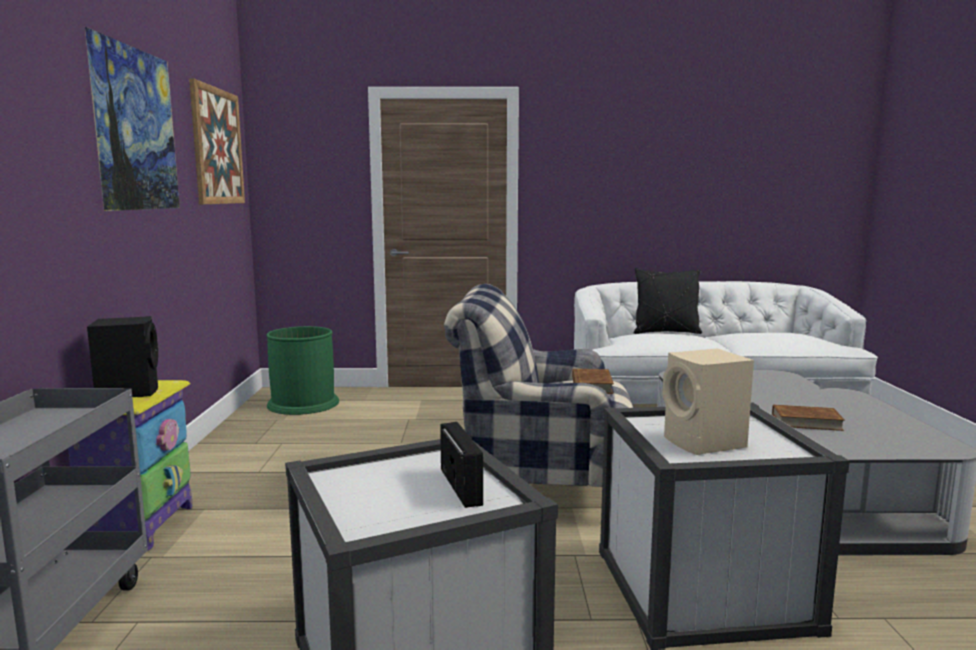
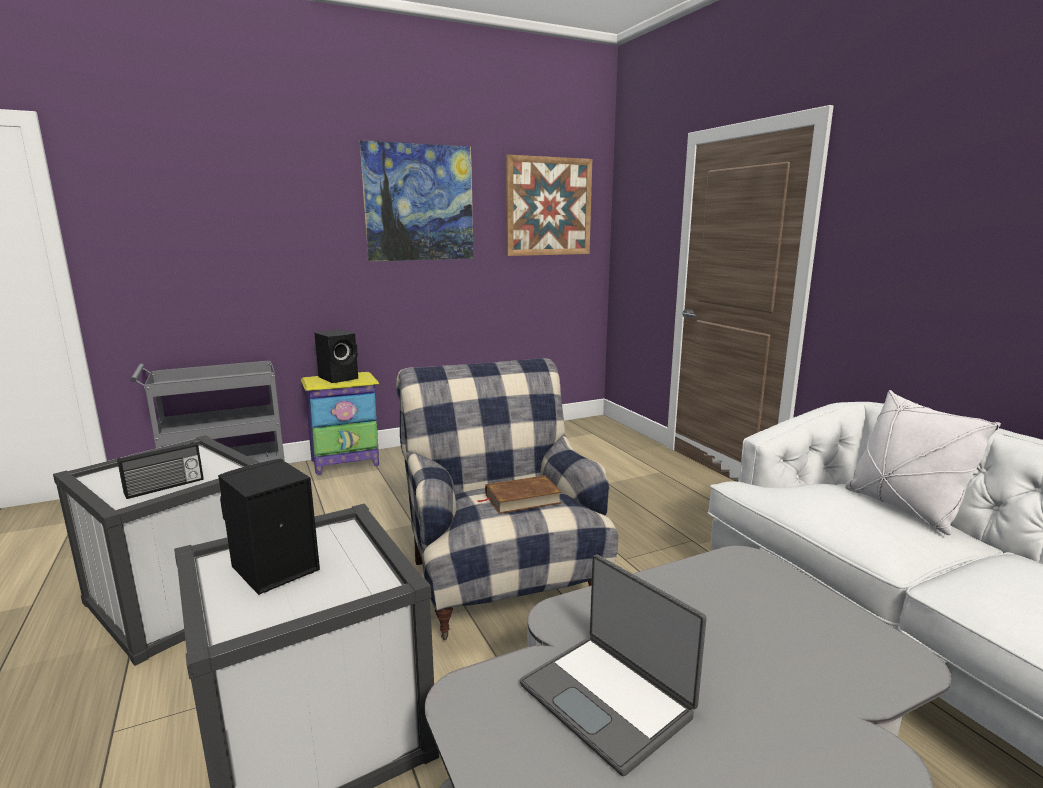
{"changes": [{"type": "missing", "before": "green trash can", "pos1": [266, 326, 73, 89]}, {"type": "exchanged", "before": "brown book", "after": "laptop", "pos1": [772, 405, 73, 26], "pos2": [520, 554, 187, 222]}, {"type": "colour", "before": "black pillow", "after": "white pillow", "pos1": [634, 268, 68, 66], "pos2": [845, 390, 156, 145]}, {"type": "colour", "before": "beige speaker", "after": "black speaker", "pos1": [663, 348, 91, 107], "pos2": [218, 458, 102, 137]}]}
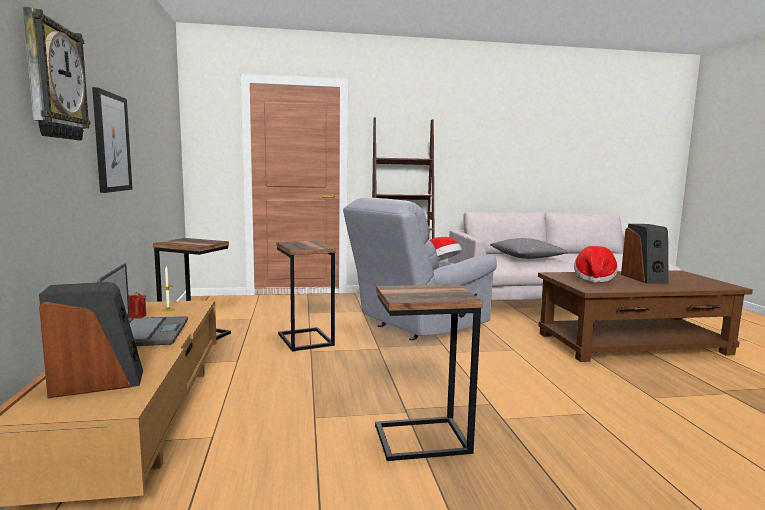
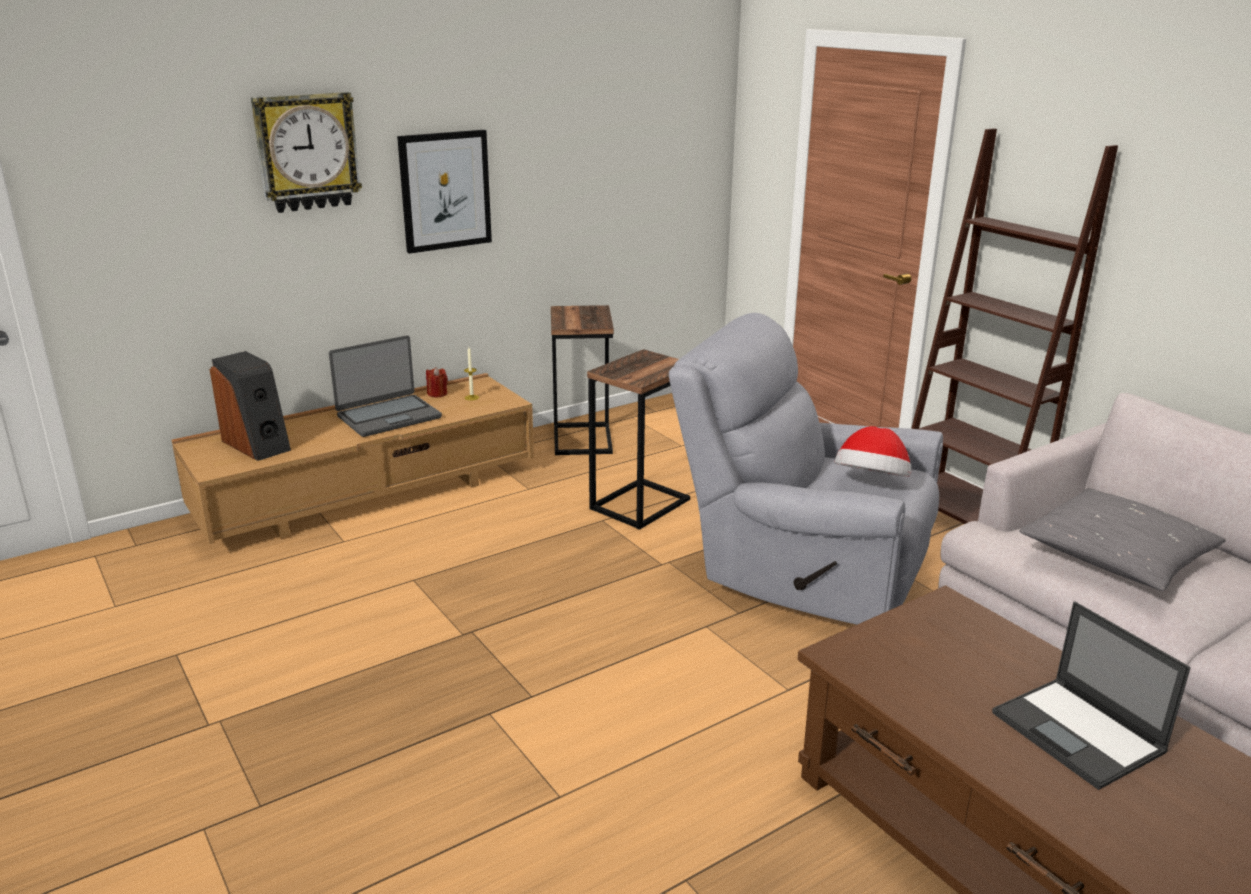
{"changes": [{"type": "missing", "before": "side table", "pos1": [375, 284, 108, 177]}, {"type": "missing", "before": "hat", "pos1": [574, 246, 44, 37]}, {"type": "exchanged", "before": "speaker", "after": "laptop", "pos1": [621, 224, 48, 60], "pos2": [992, 601, 199, 189]}]}
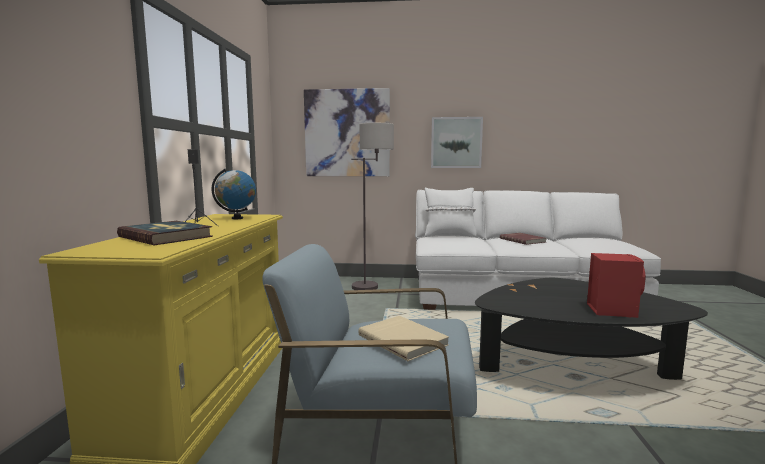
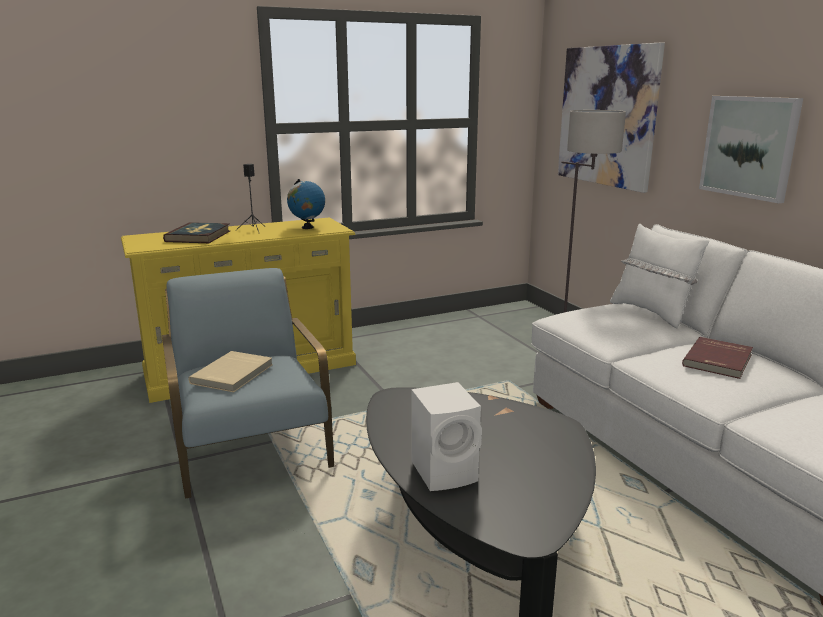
{"changes": [{"type": "colour", "before": "red speaker", "after": "white speaker", "pos1": [587, 253, 59, 65], "pos2": [411, 382, 71, 109]}]}
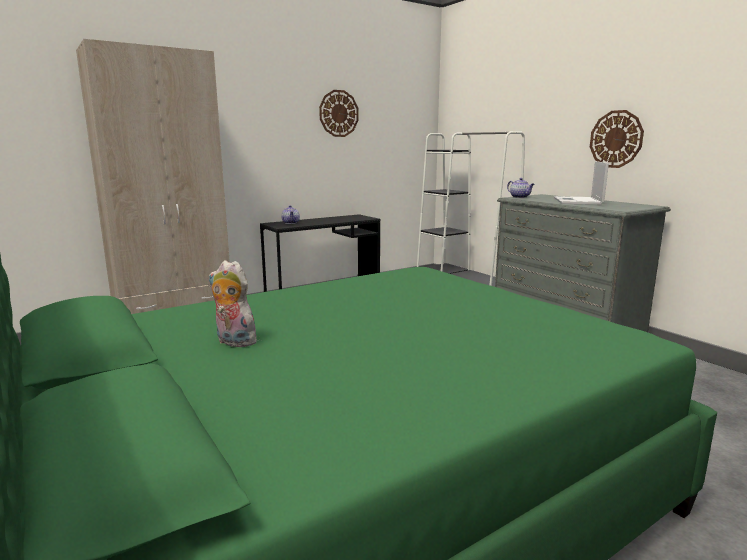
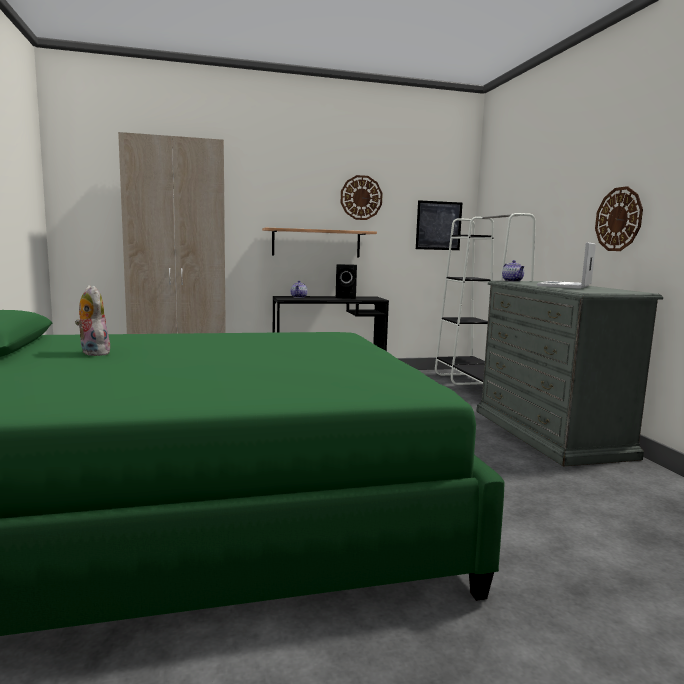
{"changes": [{"type": "appeared", "after": "shelf", "pos2": [262, 228, 115, 29]}, {"type": "appeared", "after": "black speaker", "pos2": [336, 264, 21, 35]}, {"type": "appeared", "after": "picture", "pos2": [416, 200, 46, 50]}]}
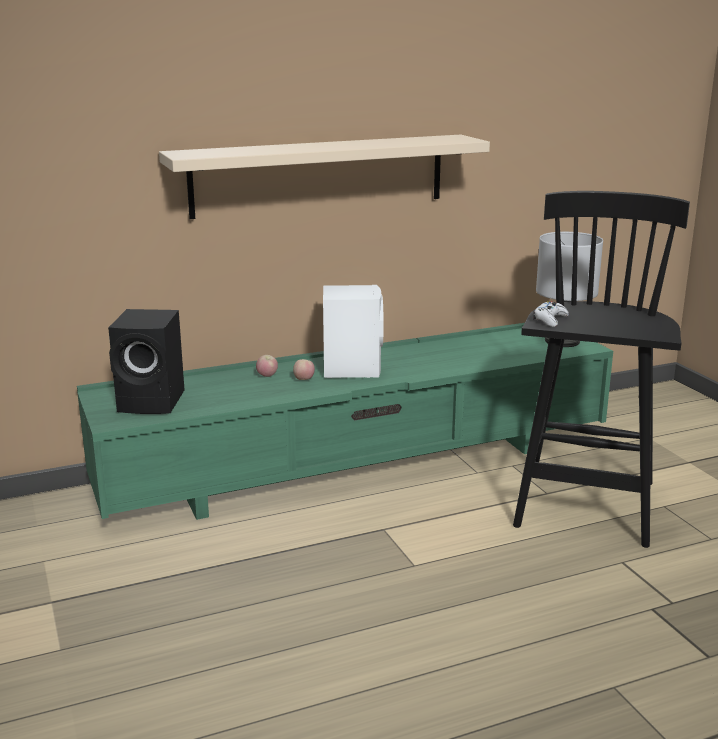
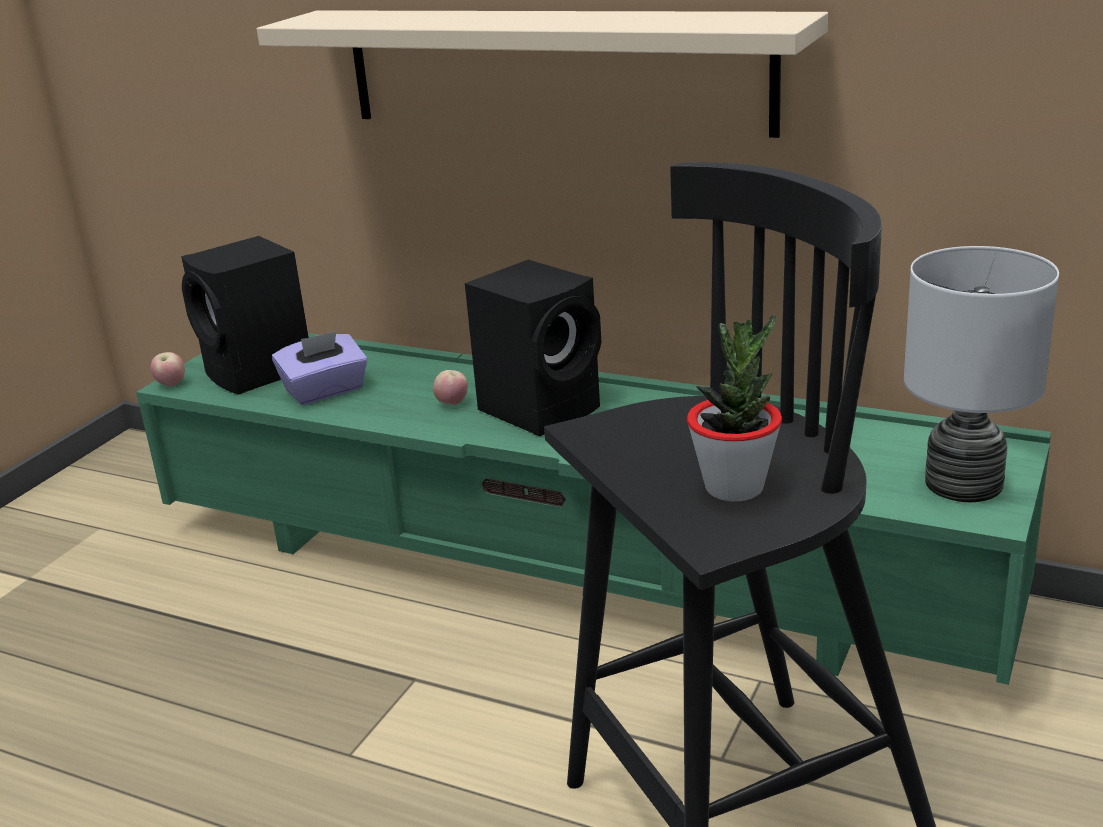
{"changes": [{"type": "missing", "before": "white game controller", "pos1": [533, 301, 36, 26]}, {"type": "appeared", "after": "purple tissue box", "pos2": [272, 331, 96, 74]}, {"type": "appeared", "after": "potted plant", "pos2": [687, 314, 95, 187]}, {"type": "relocated", "before": "apple", "pos1": [256, 355, 22, 22], "pos2": [151, 352, 34, 34]}, {"type": "colour", "before": "white speaker", "after": "black speaker", "pos1": [323, 285, 61, 93], "pos2": [465, 260, 136, 176]}]}
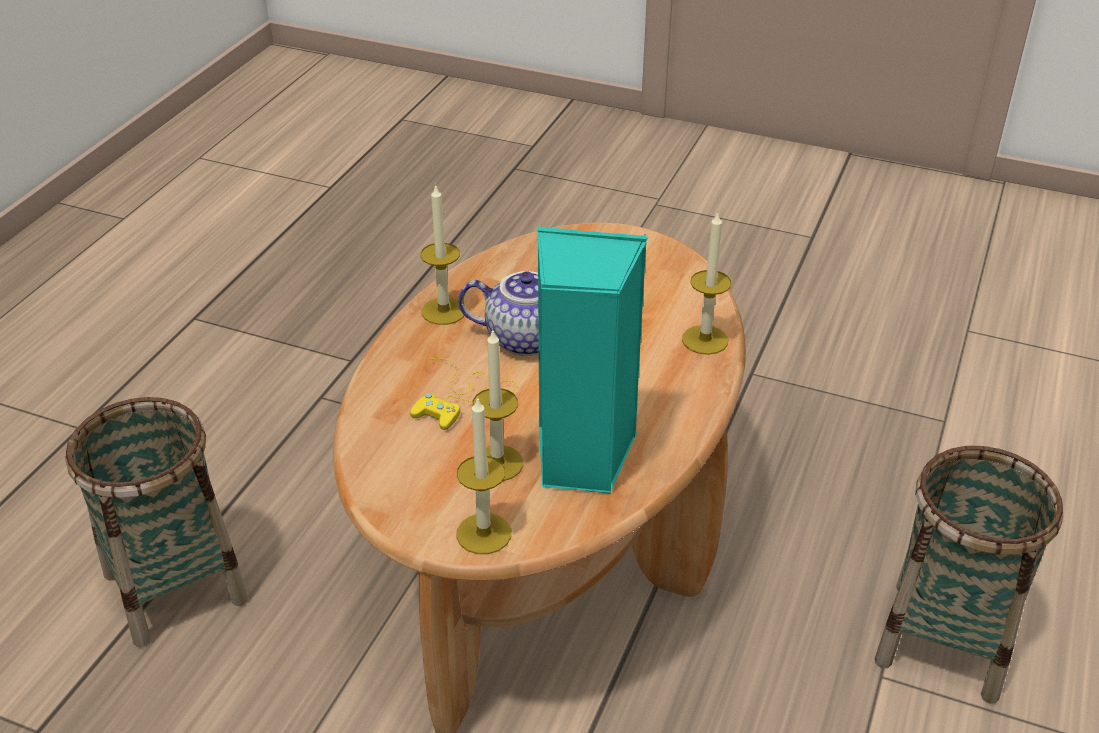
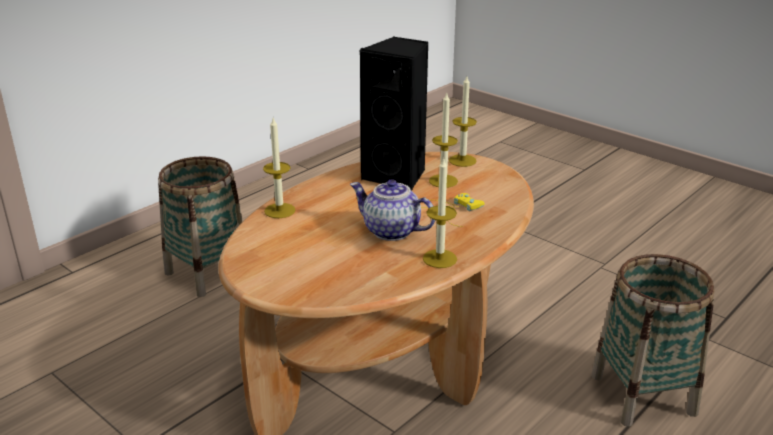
{"changes": [{"type": "colour", "before": "turquoise speaker", "after": "black speaker", "pos1": [537, 226, 112, 268], "pos2": [360, 36, 69, 155]}]}
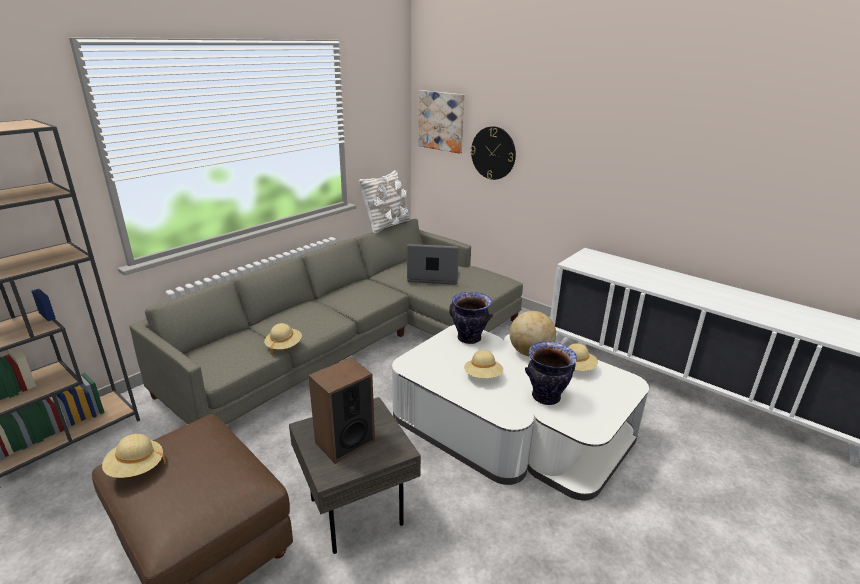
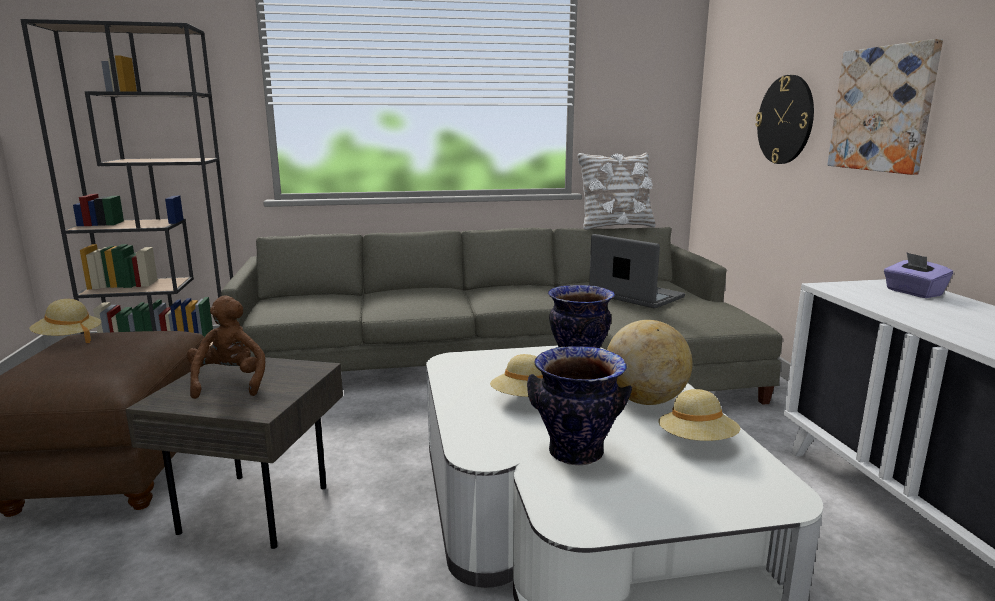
{"changes": [{"type": "missing", "before": "beige hat", "pos1": [264, 323, 38, 32]}, {"type": "appeared", "after": "purple tissue box", "pos2": [884, 253, 69, 45]}, {"type": "relocated", "before": "picture", "pos1": [418, 90, 47, 64], "pos2": [827, 39, 116, 136]}, {"type": "exchanged", "before": "speaker", "after": "brown plush toy", "pos1": [308, 357, 67, 106], "pos2": [187, 296, 78, 103]}]}
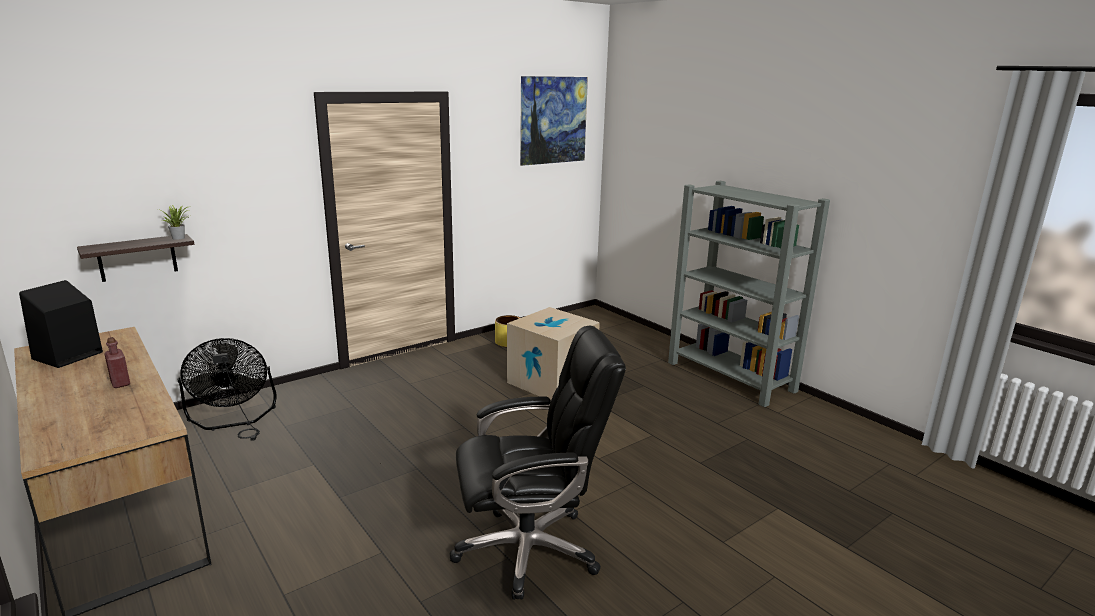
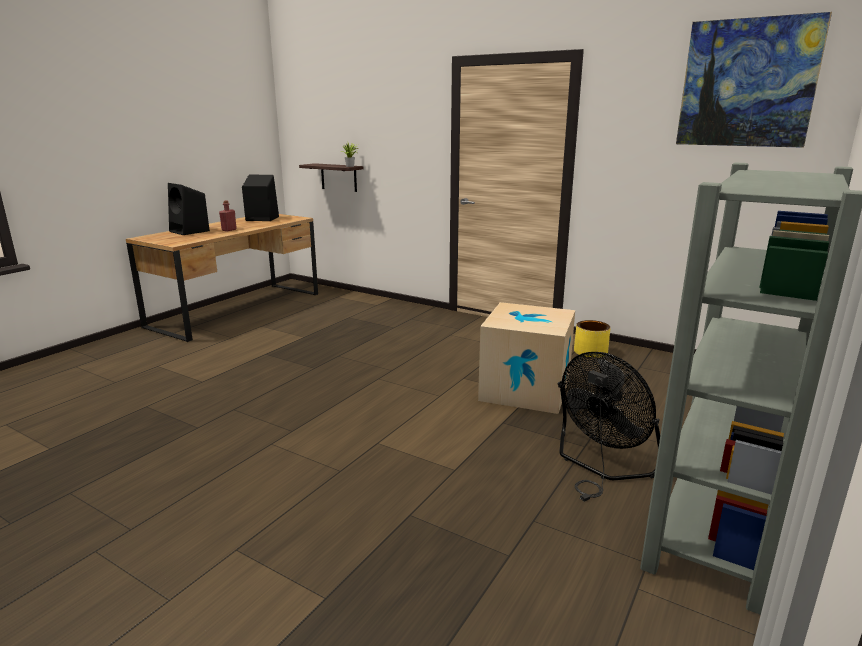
{"changes": [{"type": "missing", "before": "black office chair", "pos1": [449, 326, 177, 274]}, {"type": "appeared", "after": "black speaker", "pos2": [168, 183, 42, 52]}, {"type": "relocated", "before": "black fan", "pos1": [178, 338, 99, 103], "pos2": [558, 352, 102, 149]}]}
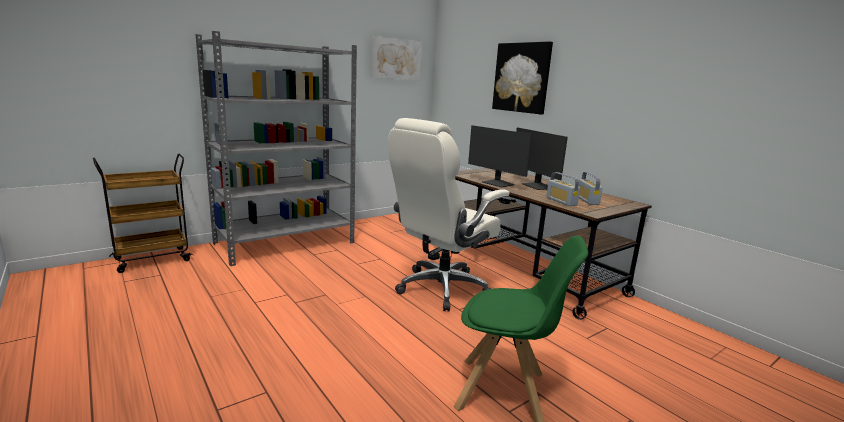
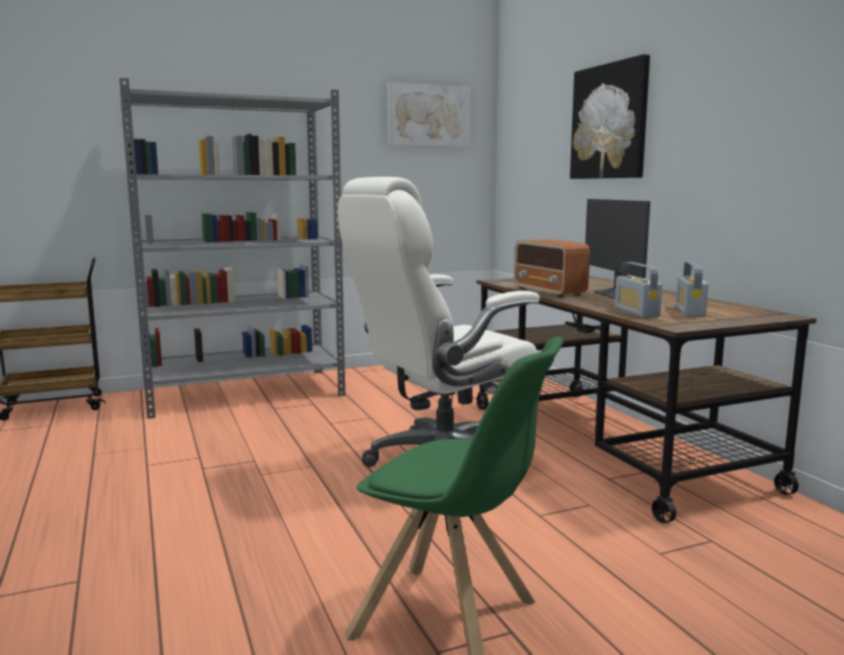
{"changes": [{"type": "exchanged", "before": "monitor", "after": "radio", "pos1": [468, 125, 64, 62], "pos2": [514, 239, 76, 58]}]}
